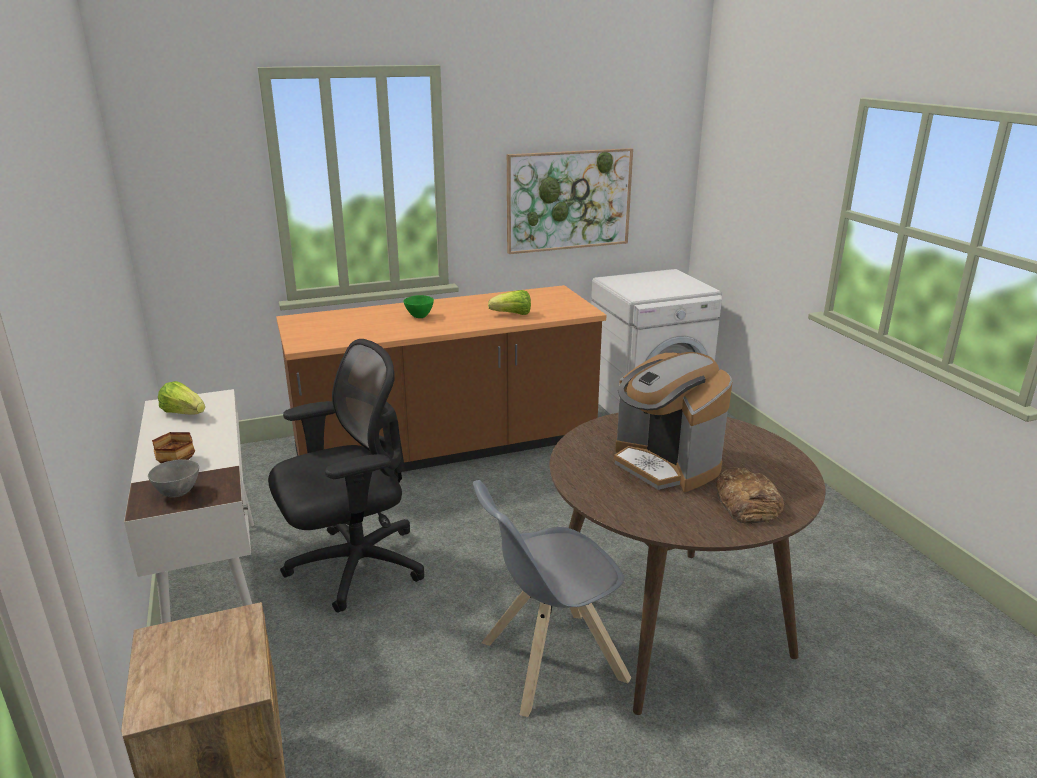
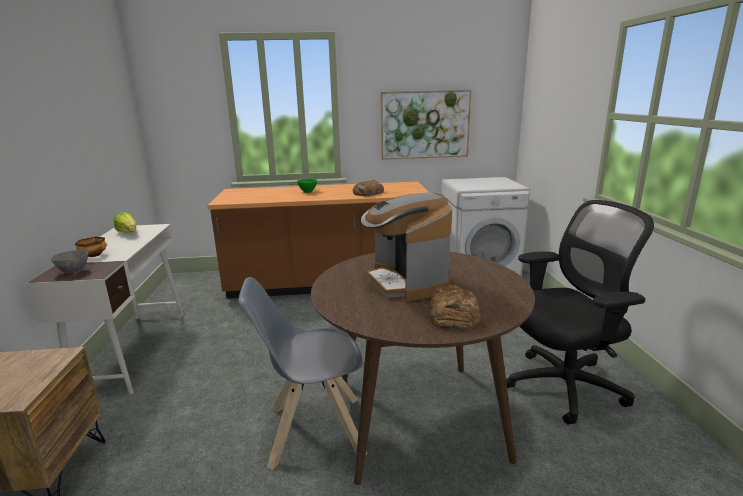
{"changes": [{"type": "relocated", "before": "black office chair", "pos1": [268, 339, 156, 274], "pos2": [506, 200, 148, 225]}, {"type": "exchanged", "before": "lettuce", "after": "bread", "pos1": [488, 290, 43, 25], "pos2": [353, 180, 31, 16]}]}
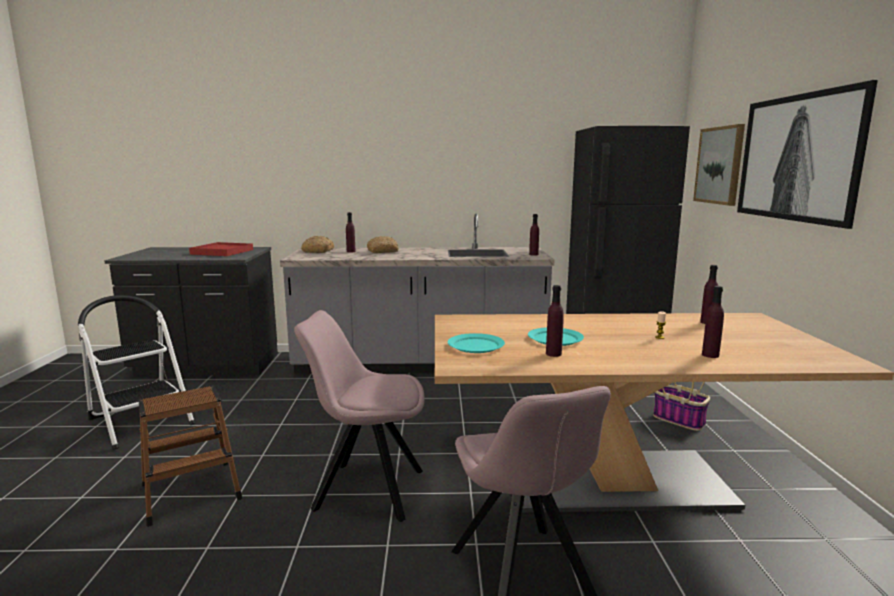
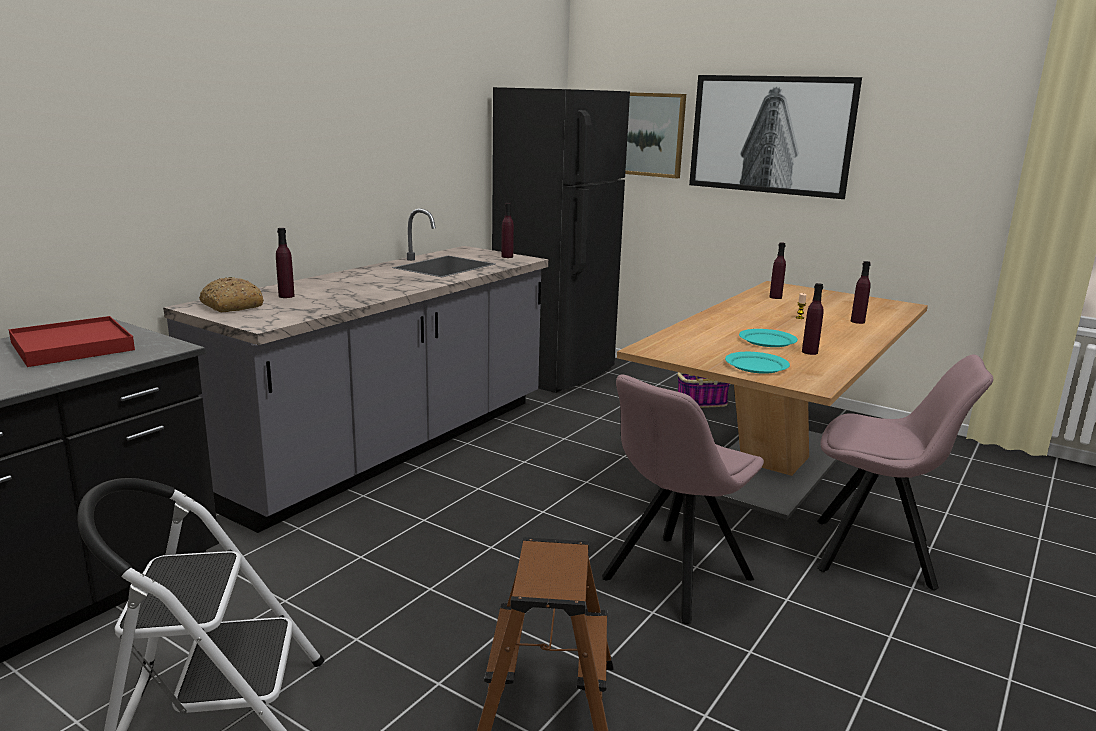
{"changes": [{"type": "missing", "before": "bread", "pos1": [367, 236, 32, 17]}]}
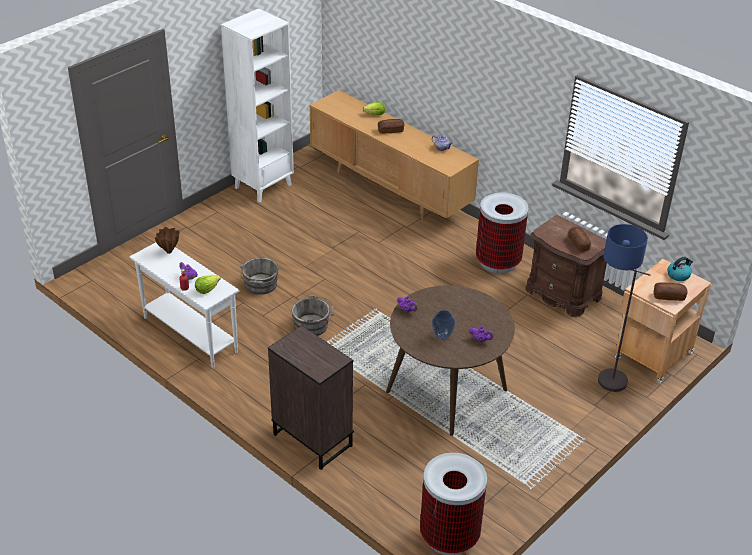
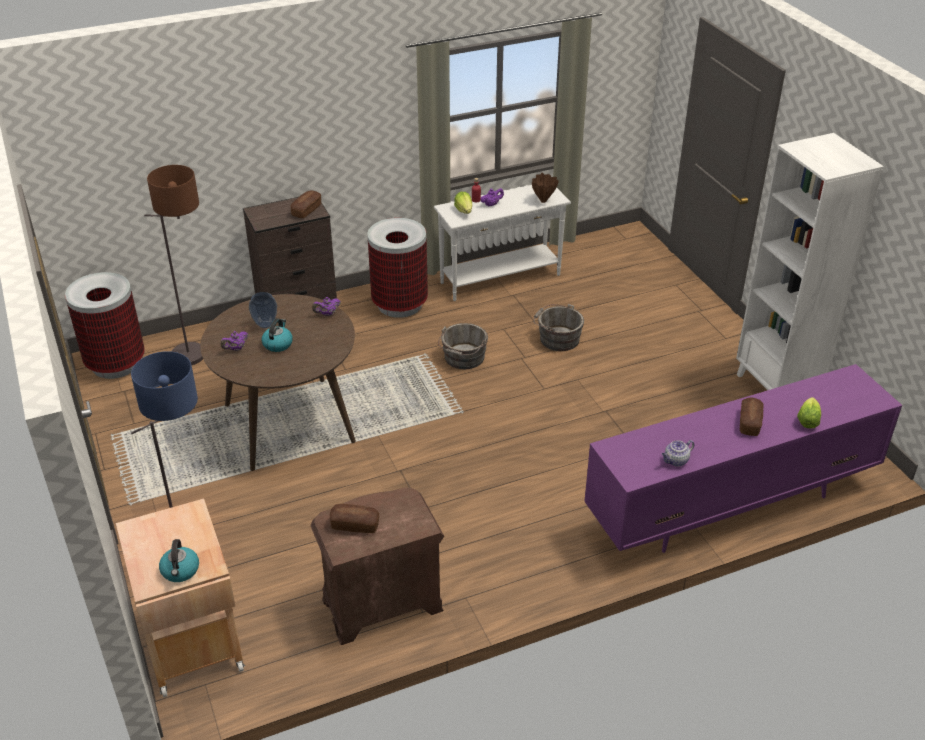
{"changes": [{"type": "appeared", "after": "brown floor lamp", "pos2": [144, 165, 59, 200]}, {"type": "appeared", "after": "kettle", "pos2": [262, 318, 31, 34]}, {"type": "relocated", "before": "trash can", "pos1": [476, 192, 52, 82], "pos2": [367, 218, 61, 100]}, {"type": "relocated", "before": "bread", "pos1": [654, 282, 34, 19], "pos2": [291, 190, 30, 28]}, {"type": "colour", "before": "brown cabinet", "after": "purple cabinet", "pos1": [309, 90, 170, 129], "pos2": [584, 364, 318, 189]}]}
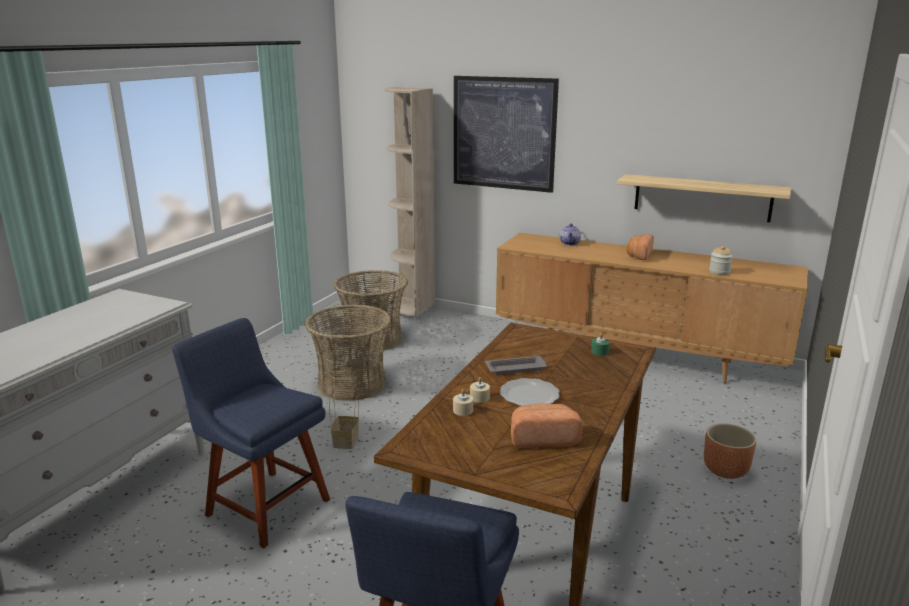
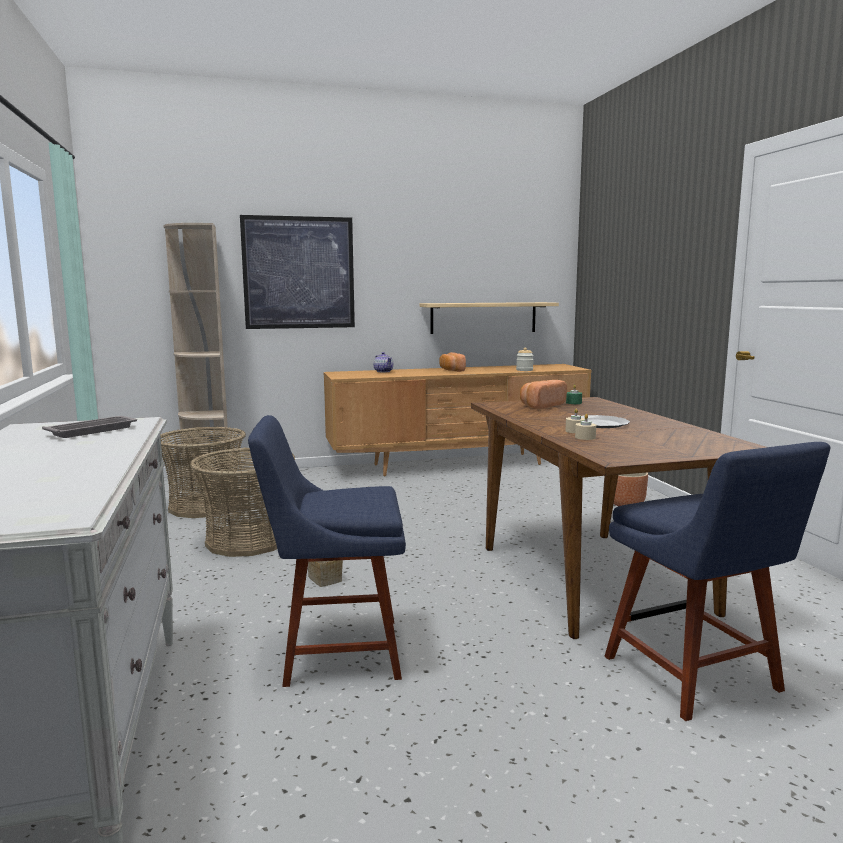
{"changes": [{"type": "relocated", "before": "grey tray", "pos1": [485, 356, 62, 19], "pos2": [42, 416, 95, 22]}, {"type": "relocated", "before": "bread", "pos1": [511, 403, 71, 45], "pos2": [520, 380, 47, 29]}]}
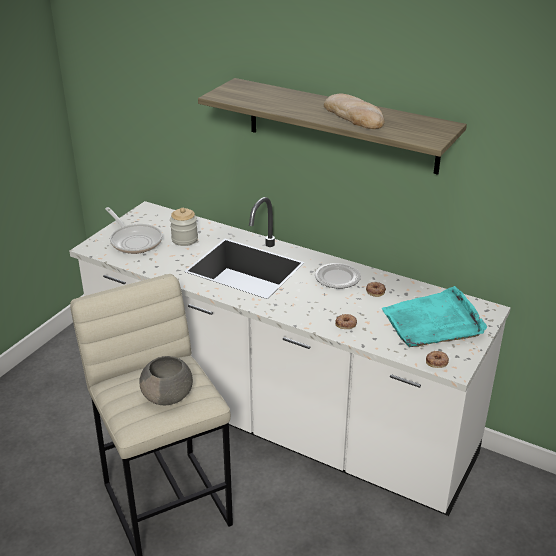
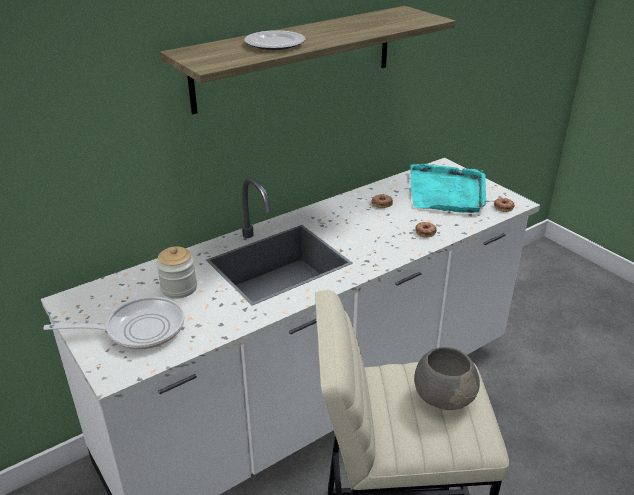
{"changes": [{"type": "missing", "before": "bread", "pos1": [324, 93, 61, 36]}, {"type": "relocated", "before": "plate", "pos1": [315, 263, 46, 26], "pos2": [244, 30, 61, 20]}]}
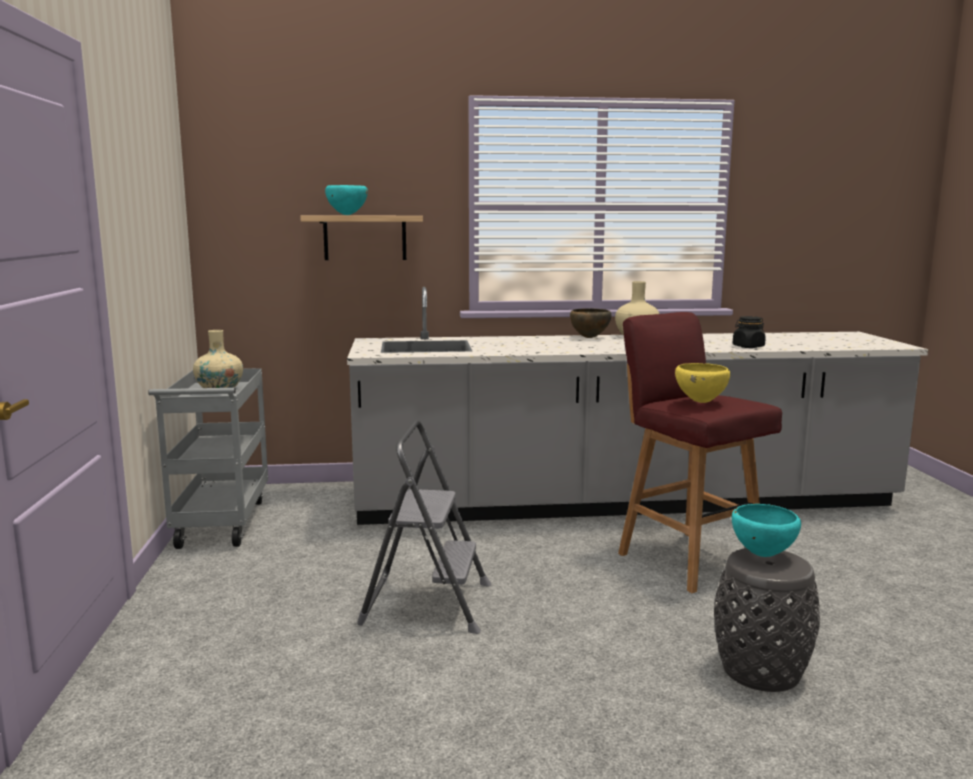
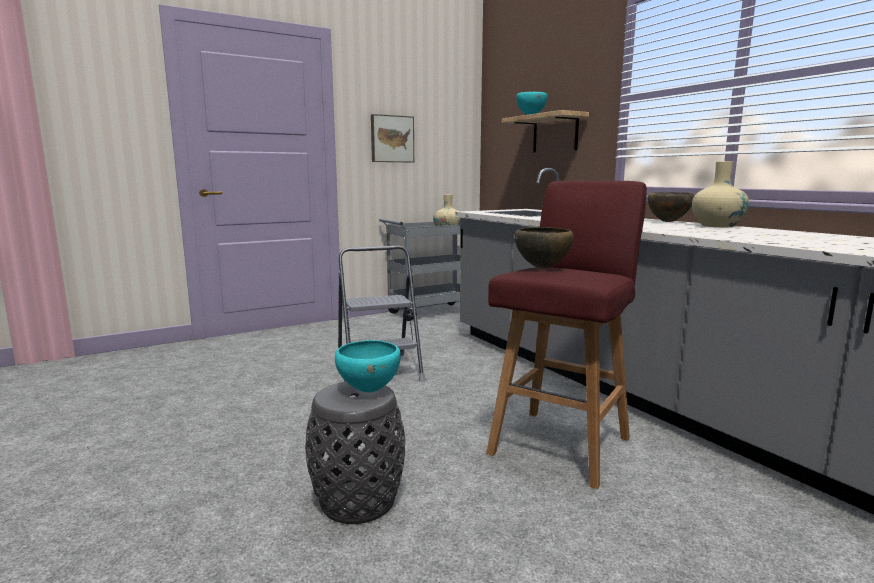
{"changes": [{"type": "missing", "before": "black jar", "pos1": [733, 316, 33, 32]}, {"type": "appeared", "after": "picture", "pos2": [371, 114, 43, 48]}, {"type": "colour", "before": "yellow bowl", "after": "brown bowl", "pos1": [675, 363, 55, 40], "pos2": [515, 227, 59, 42]}]}
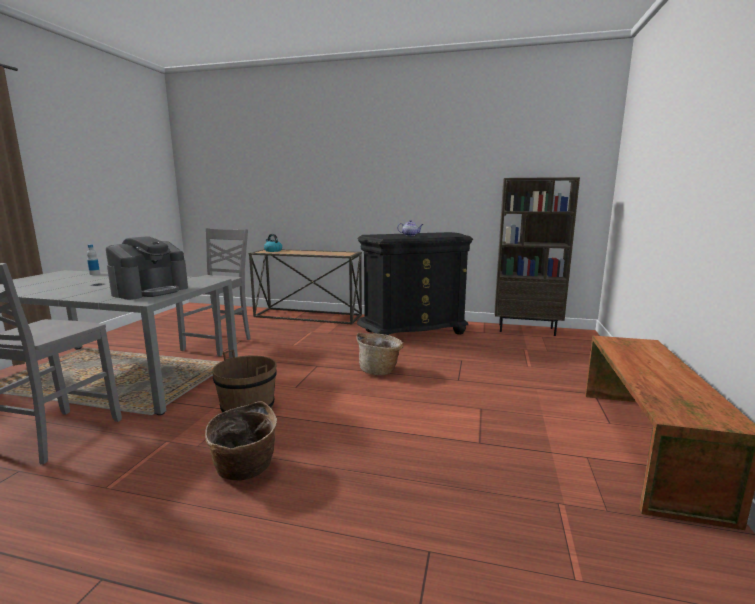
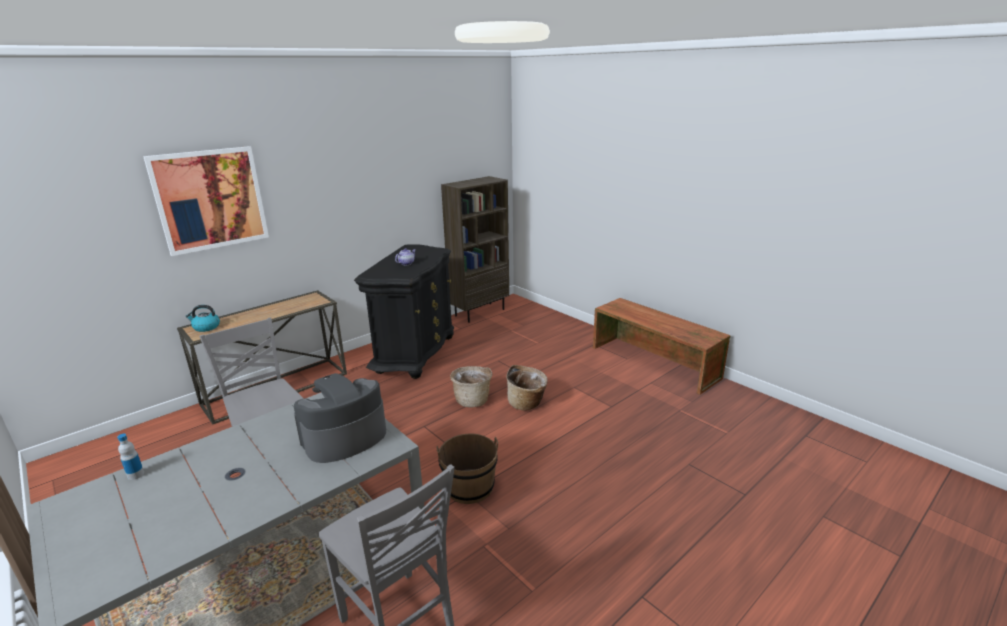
{"changes": [{"type": "appeared", "after": "picture", "pos2": [143, 146, 126, 110]}, {"type": "relocated", "before": "basket", "pos1": [205, 401, 72, 79], "pos2": [506, 365, 42, 46]}, {"type": "spun", "before": "coffee machine", "pos1": [106, 236, 82, 64], "pos2": [294, 373, 92, 90], "turn": -105}]}
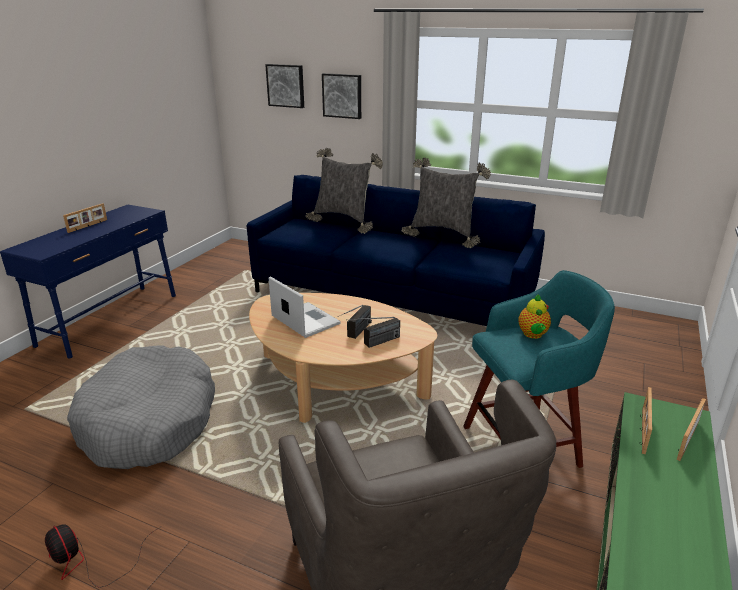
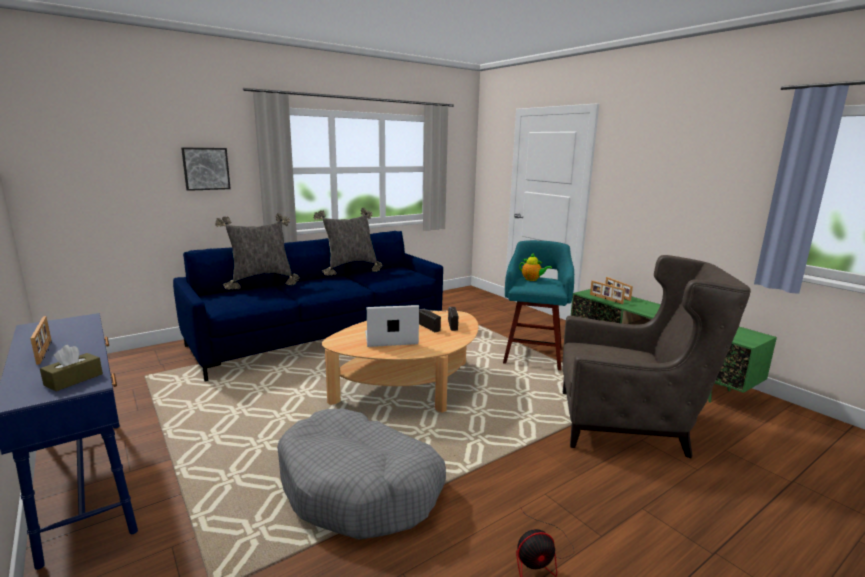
{"changes": [{"type": "missing", "before": "picture", "pos1": [265, 64, 39, 44]}, {"type": "appeared", "after": "brown tissue box", "pos2": [40, 345, 63, 46]}]}
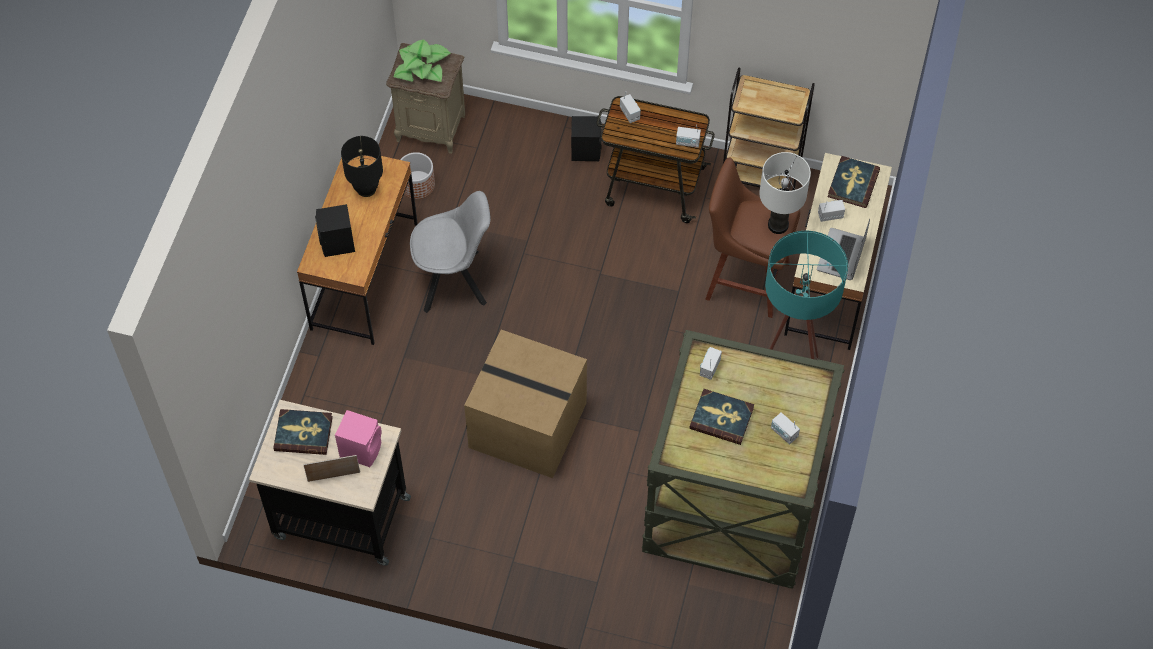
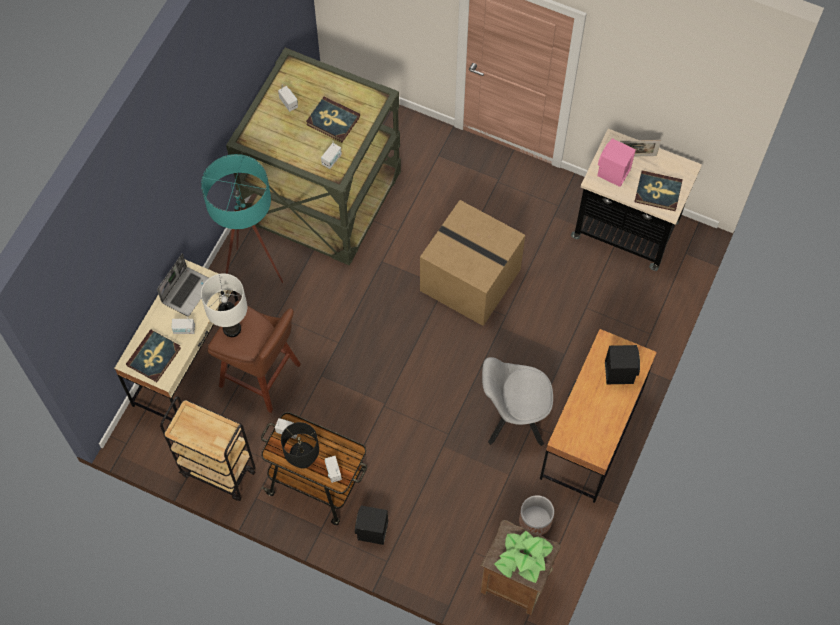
{"changes": [{"type": "relocated", "before": "black table lamp", "pos1": [341, 136, 42, 61], "pos2": [281, 422, 38, 47]}]}
